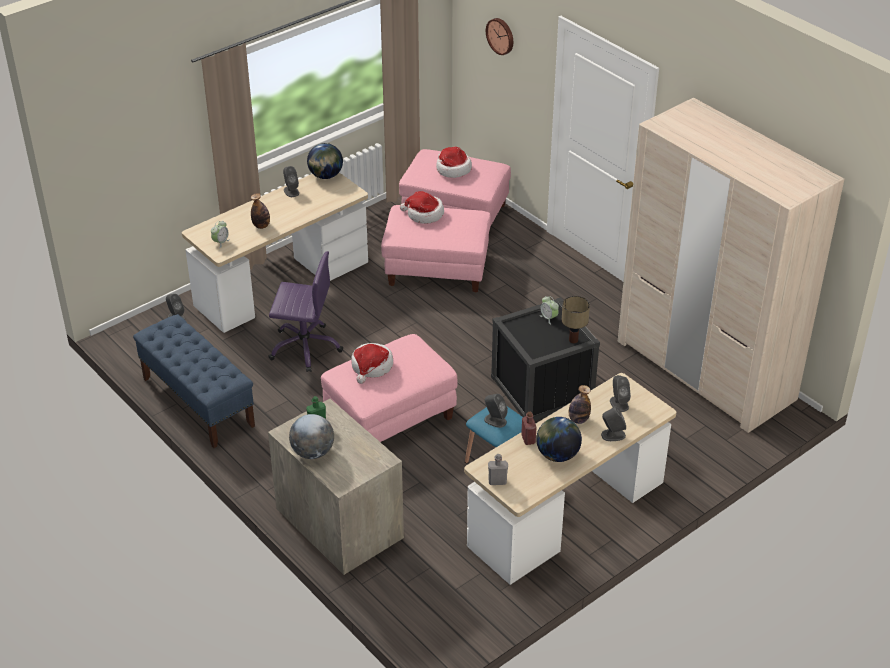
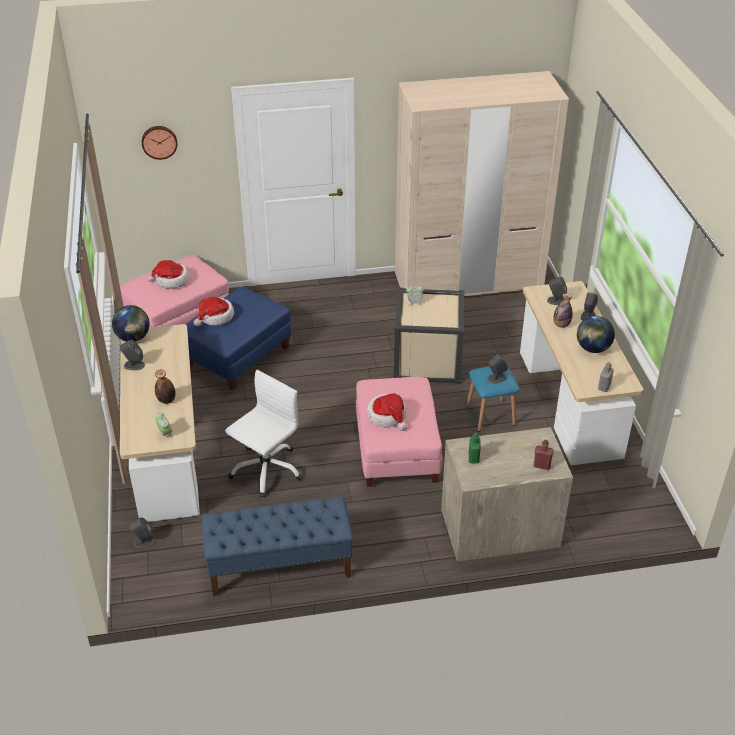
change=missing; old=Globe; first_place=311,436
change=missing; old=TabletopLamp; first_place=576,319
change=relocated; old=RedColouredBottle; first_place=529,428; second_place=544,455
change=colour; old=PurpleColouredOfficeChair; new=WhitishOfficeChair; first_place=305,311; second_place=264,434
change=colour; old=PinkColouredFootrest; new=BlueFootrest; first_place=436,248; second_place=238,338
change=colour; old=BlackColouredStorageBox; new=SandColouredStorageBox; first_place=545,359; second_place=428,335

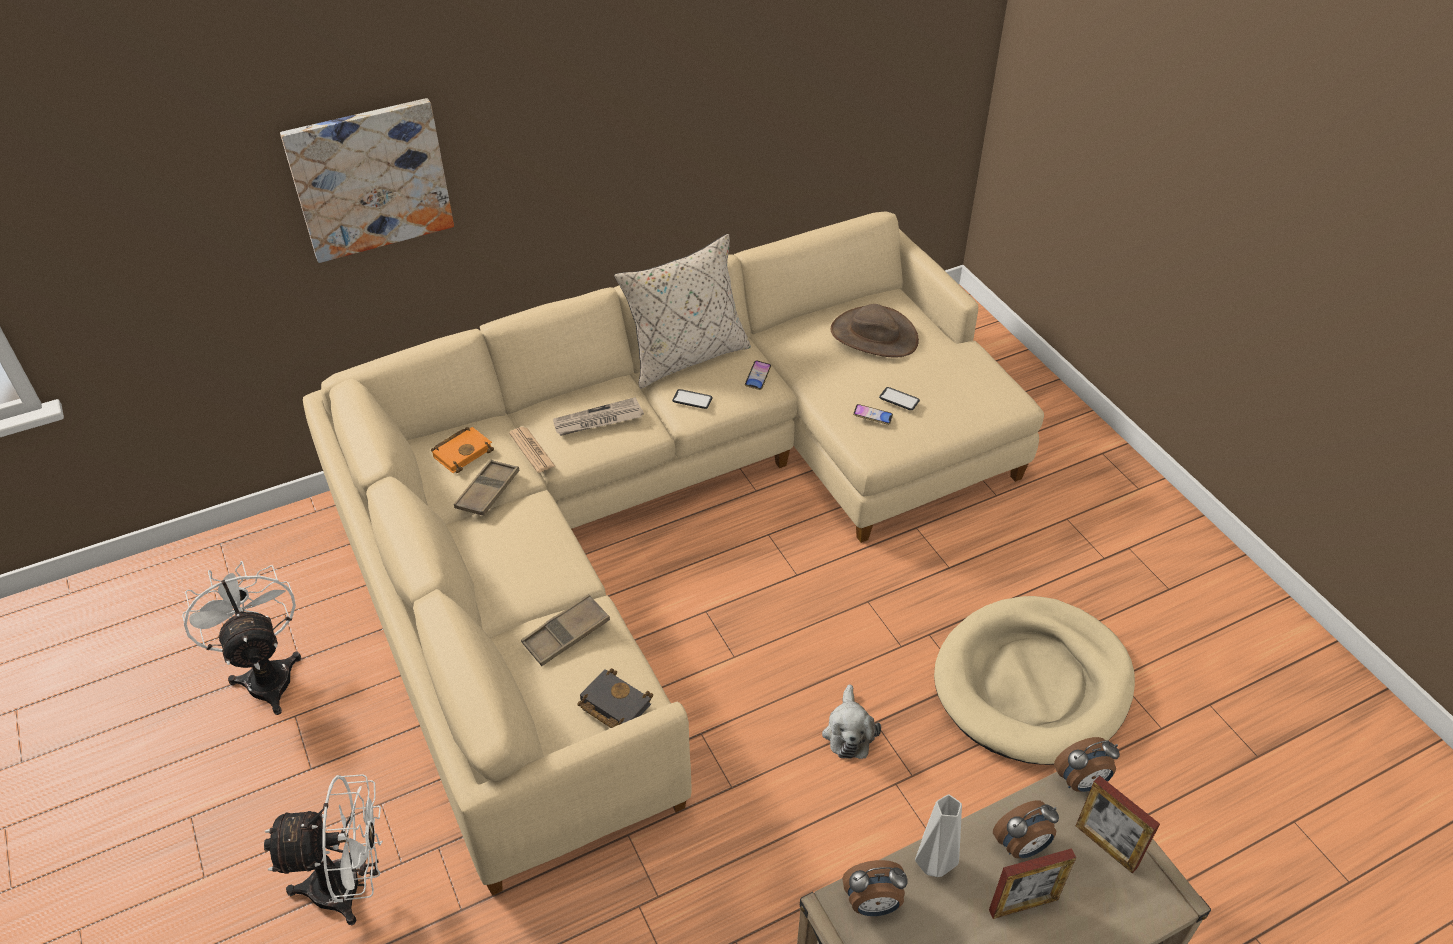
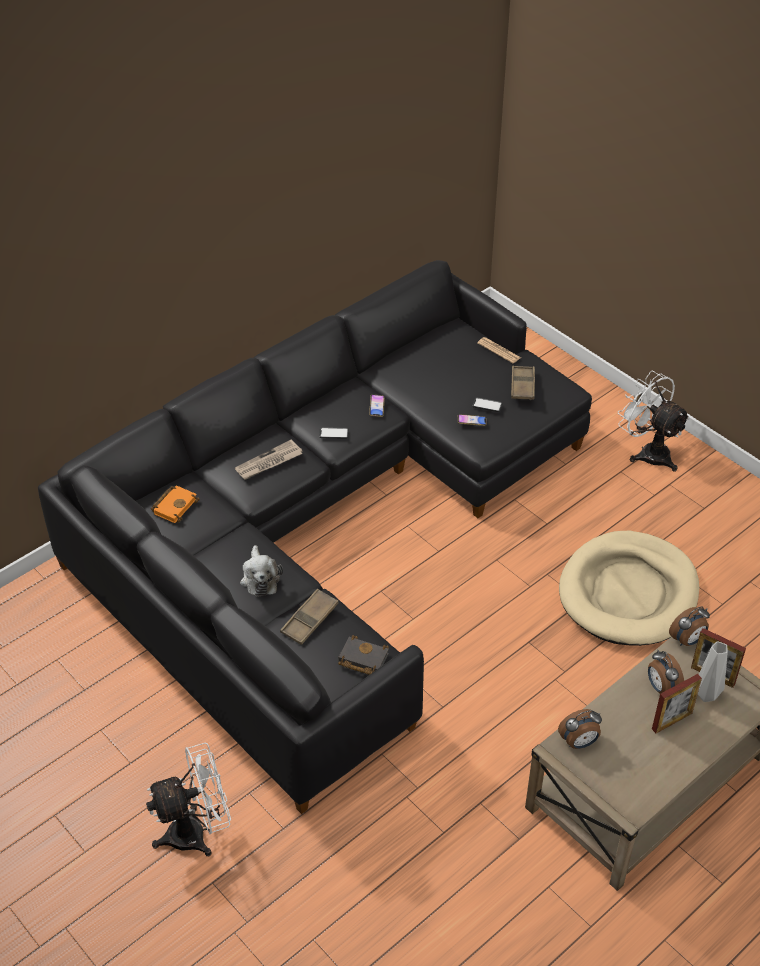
change=missing; old=Picture; first_place=367,180
change=missing; old=SandColouredPillow; first_place=682,311
change=missing; old=BrownColouredWearableHat; first_place=875,331
change=relocated; old=WhitishCoolingFan; first_place=241,638; second_place=654,421
change=relocated; old=BrownColouredServingTray; first_place=487,488; second_place=523,383
change=relocated; old=DailyPaper; first_place=532,450; second_place=499,350
change=relocated; old=CuddlyToy; first_place=851,721; second_place=261,571
change=relocated; old=GreyishFlowerVase; first_place=938,835; second_place=712,671
change=colour; old=SandColouredSofa; new=BlackColouredSofa; first_place=673,554; second_place=315,537
change=spun; old=TableClock; first_place=1026,829; second_place=666,672; degrees=105

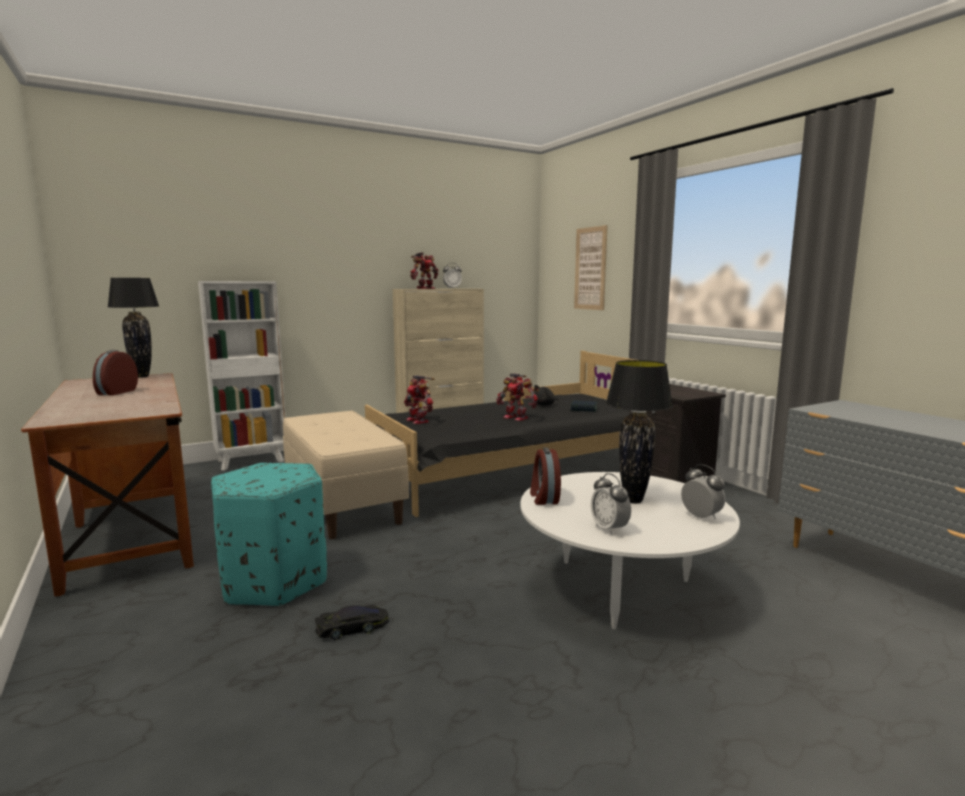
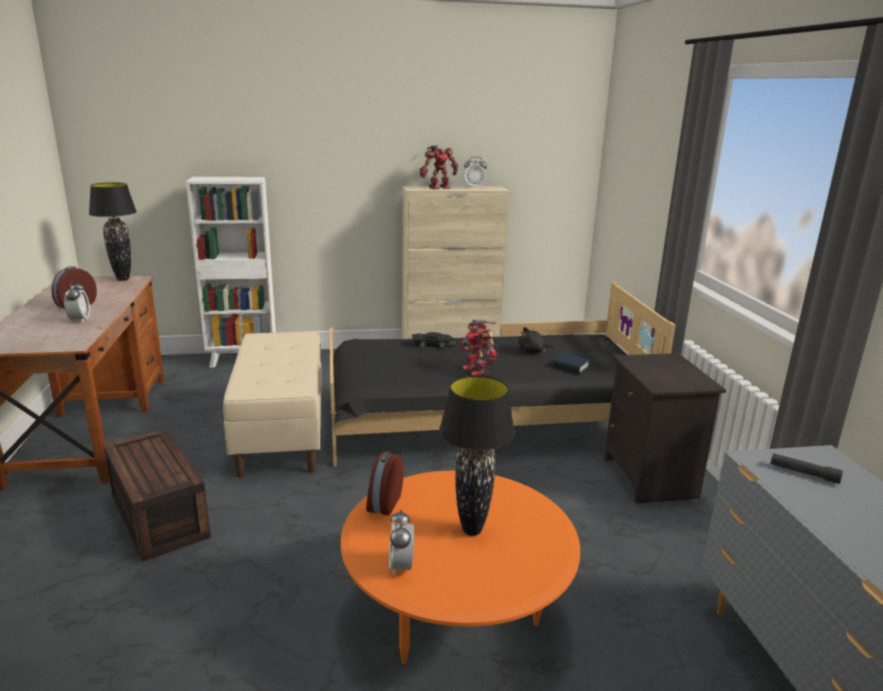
change=missing; old=ModelRobot; first_place=419,399
change=missing; old=Picture; first_place=590,267
change=appeared; new=BlackColouredFlashlight; second_place=807,468
change=relocated; old=BlackColouredToyCar; first_place=352,622; second_place=434,340
change=relocated; old=TableClock; first_place=703,492; second_place=77,301
change=exchanged; old=BlueGreenFootrest; new=BrownColouredStorageBox; first_place=269,535; second_place=157,495
change=colour; old=WhitishLowTable; new=OrangeLowTable; first_place=630,550; second_place=460,567

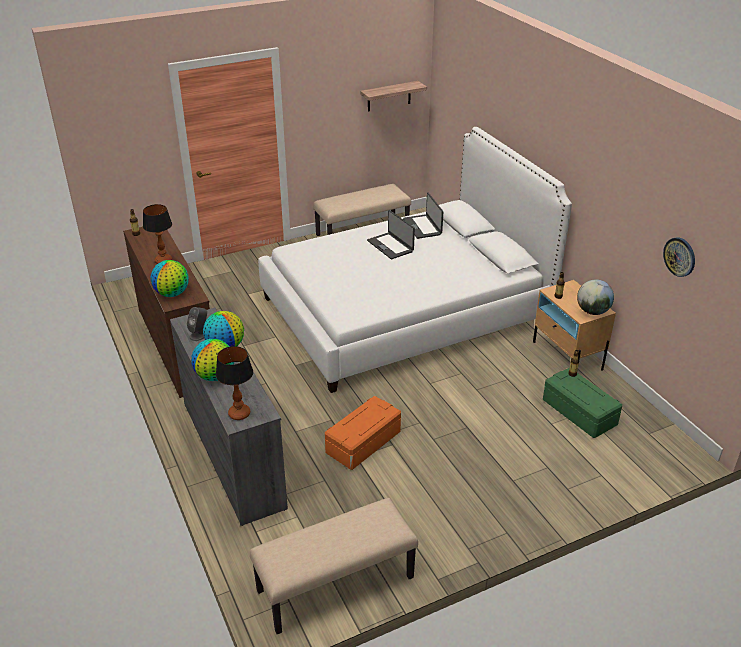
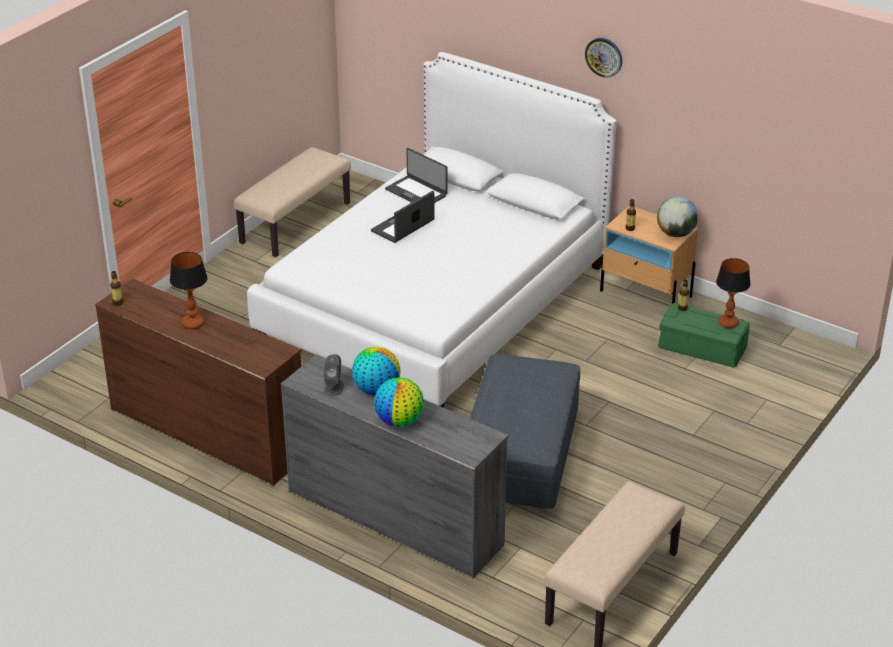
change=missing; old=Globe; first_place=170,278
change=missing; old=Shelf; first_place=393,96
change=relocated; old=TabletopLamp; first_place=234,383; second_place=733,293
change=relocated; old=WallClock; first_place=679,257; second_place=603,58
change=exchanged; old=OrangeStorageBox; new=GreyishFootrest; first_place=363,433; second_place=525,431
change=spun; old=NotebookComputer; first_place=391,234; second_place=402,217; degrees=105

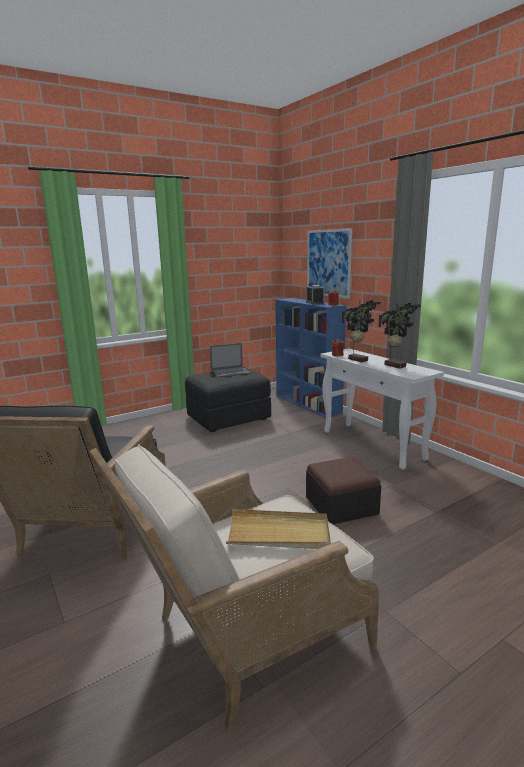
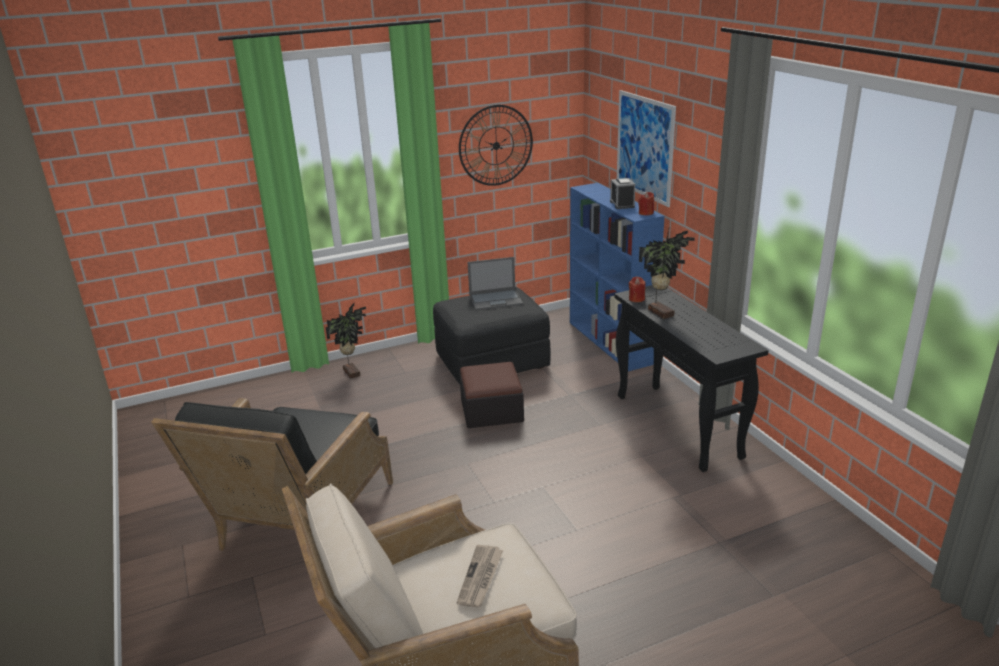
change=appeared; new=WallClock; second_place=496,145
change=relocated; old=Footrest; first_place=343,490; second_place=491,395
change=relocated; old=PottedPlant; first_place=399,335; second_place=346,341
change=exchanged; old=SandColouredServingTray; new=DailyPaper; first_place=278,529; second_place=480,576
change=colour; old=WhitishHallTable; new=BlackColouredHallTable; first_place=382,409; second_place=691,378

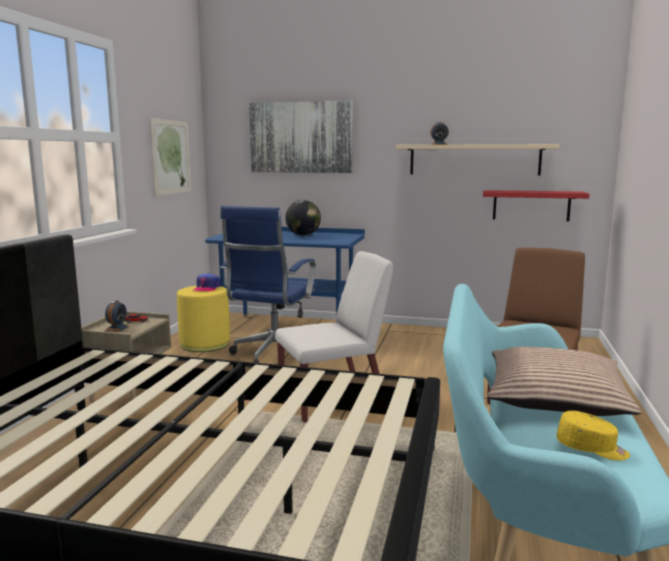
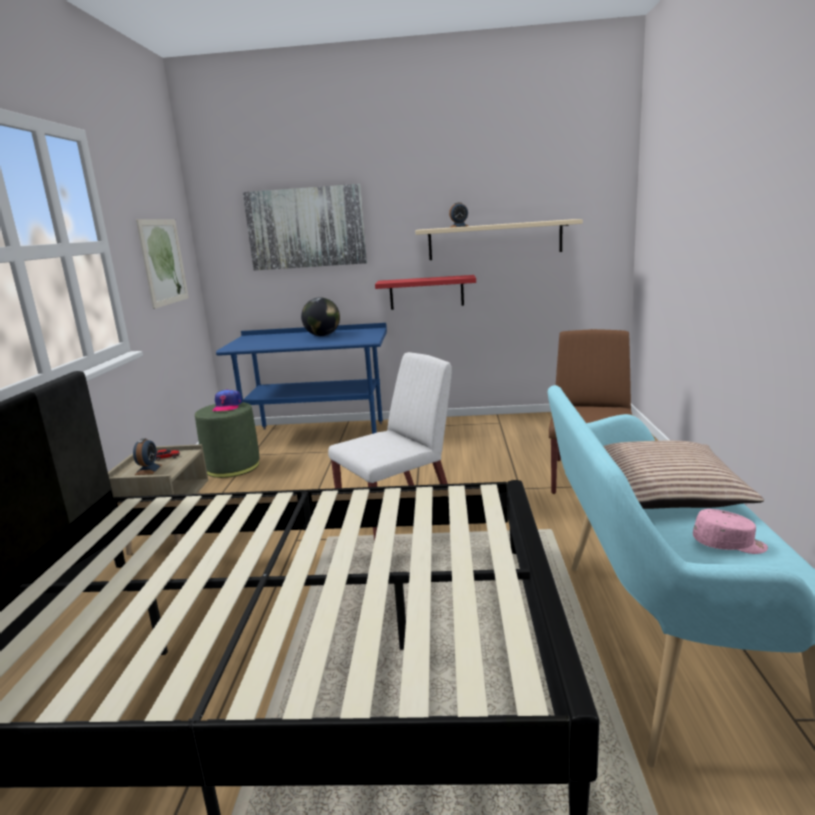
change=missing; old=BlueOfficeChair; first_place=269,285
change=relocated; old=RedColouredShelf; first_place=536,205; second_place=425,292
change=colour; old=YellowFootrest; new=GreenishFootrest; first_place=203,319; second_place=227,440
change=colour; old=YellowCap; new=PinkColouredCap; first_place=593,435; second_place=730,531

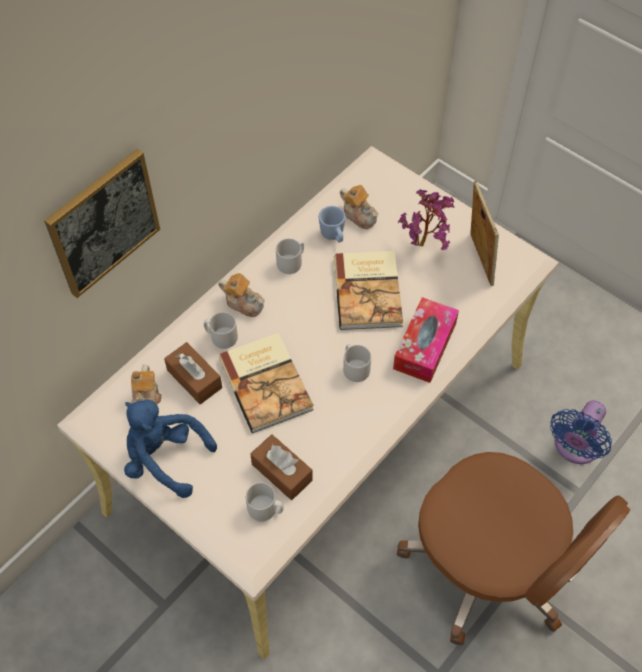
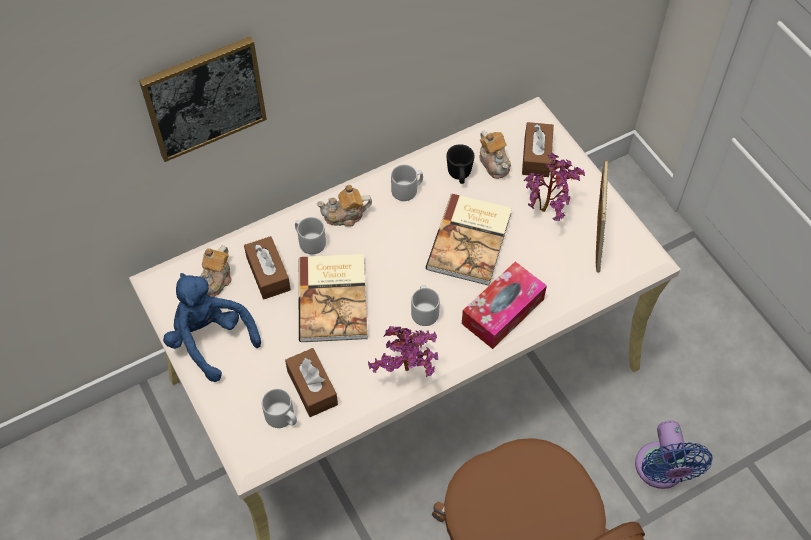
change=appeared; new=PottedPlant; second_place=403,351
change=appeared; new=BrownColouredBoxOfTissues; second_place=538,149
change=colour; old=BlueCoffeeMug; new=BlackColouredCoffeeMug; first_place=332,224; second_place=460,164
change=spun; old=TeaPot; first_place=241,295; second_place=344,206; degrees=120
change=spun; old=BlueCoolingFan; first_place=581,432; second_place=673,455; degrees=-60

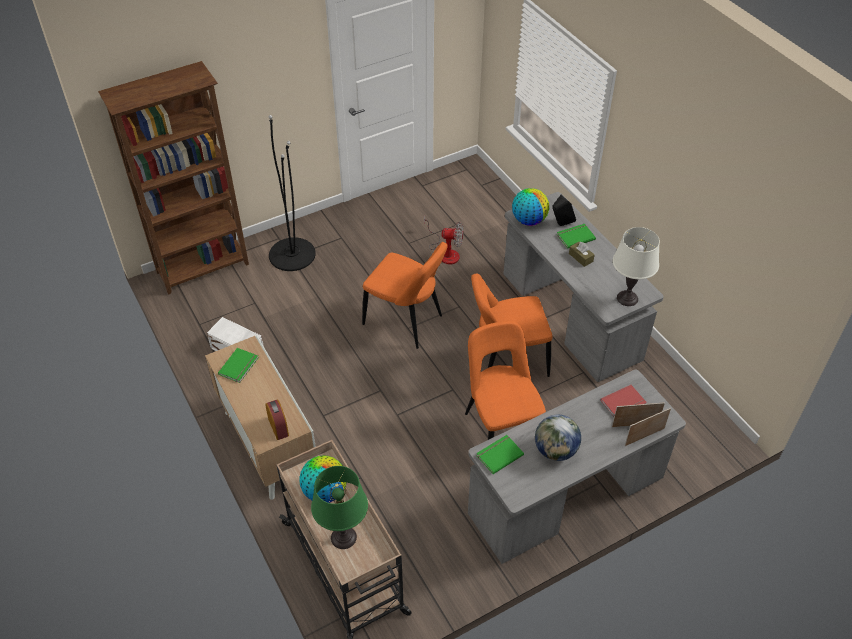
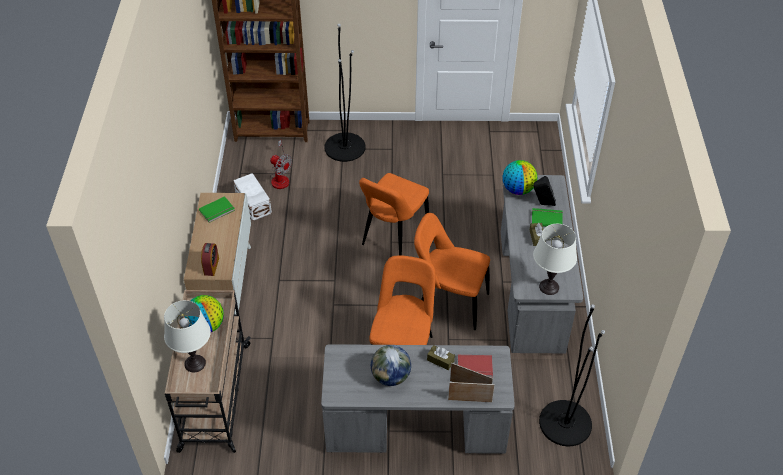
change=missing; old=GreenishBoundBook; first_place=500,454
change=appeared; new=BrownColouredBoxOfTissues; second_place=441,357
change=appeared; new=BlackColouredStandardLamp; second_place=572,375
change=relocated; old=CoolingFan; first_place=443,240; second_place=281,164
change=colour; old=GreenishTabletopLamp; new=WhitishTabletopLamp; first_place=339,507; second_place=187,336
change=spun; old=OrangeUprightChair; first_place=405,295; second_place=394,214; degrees=60

